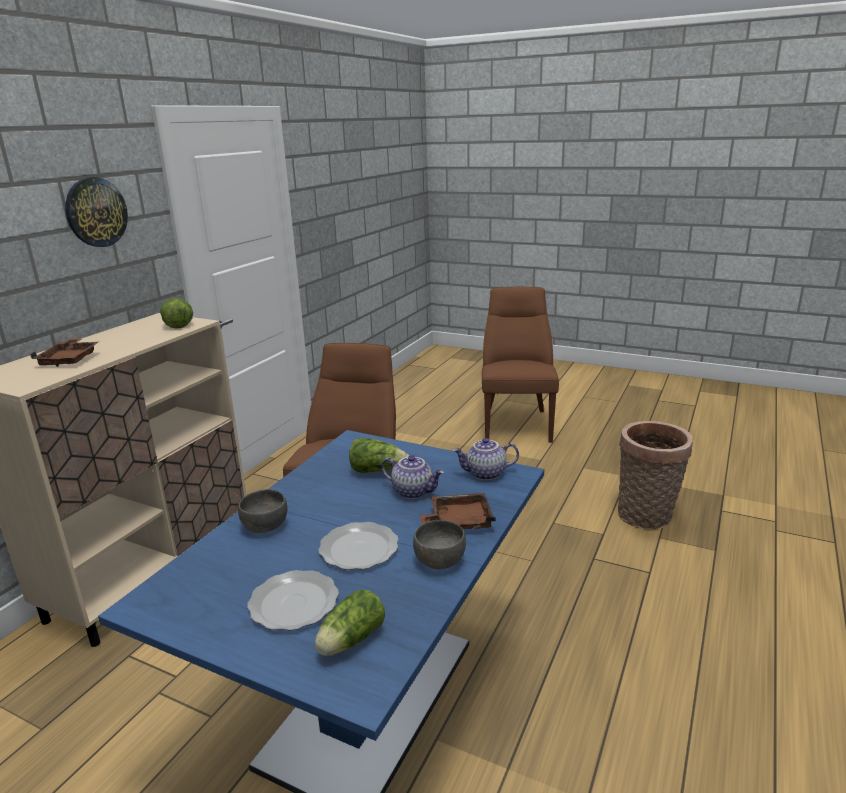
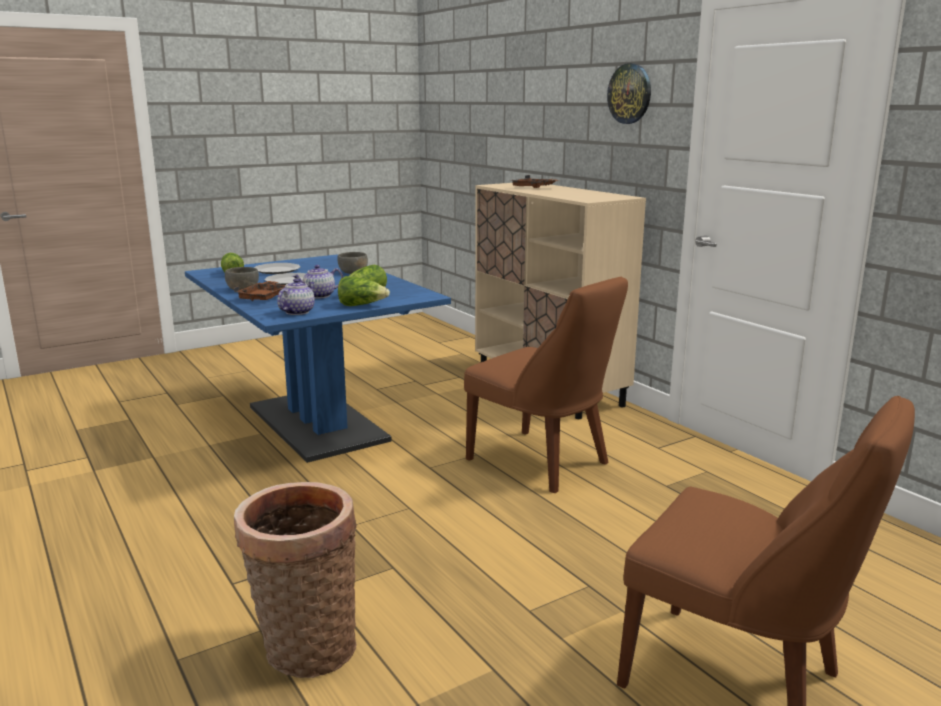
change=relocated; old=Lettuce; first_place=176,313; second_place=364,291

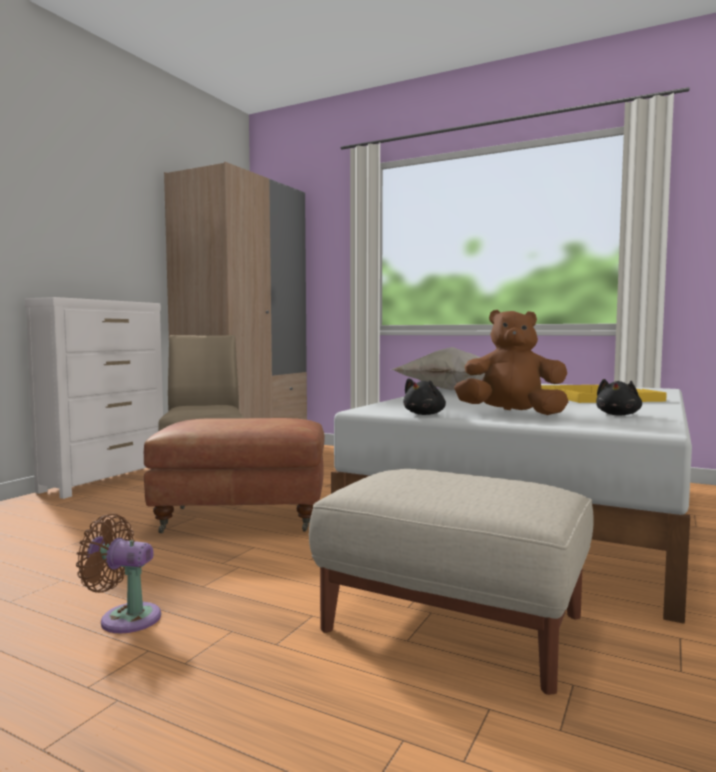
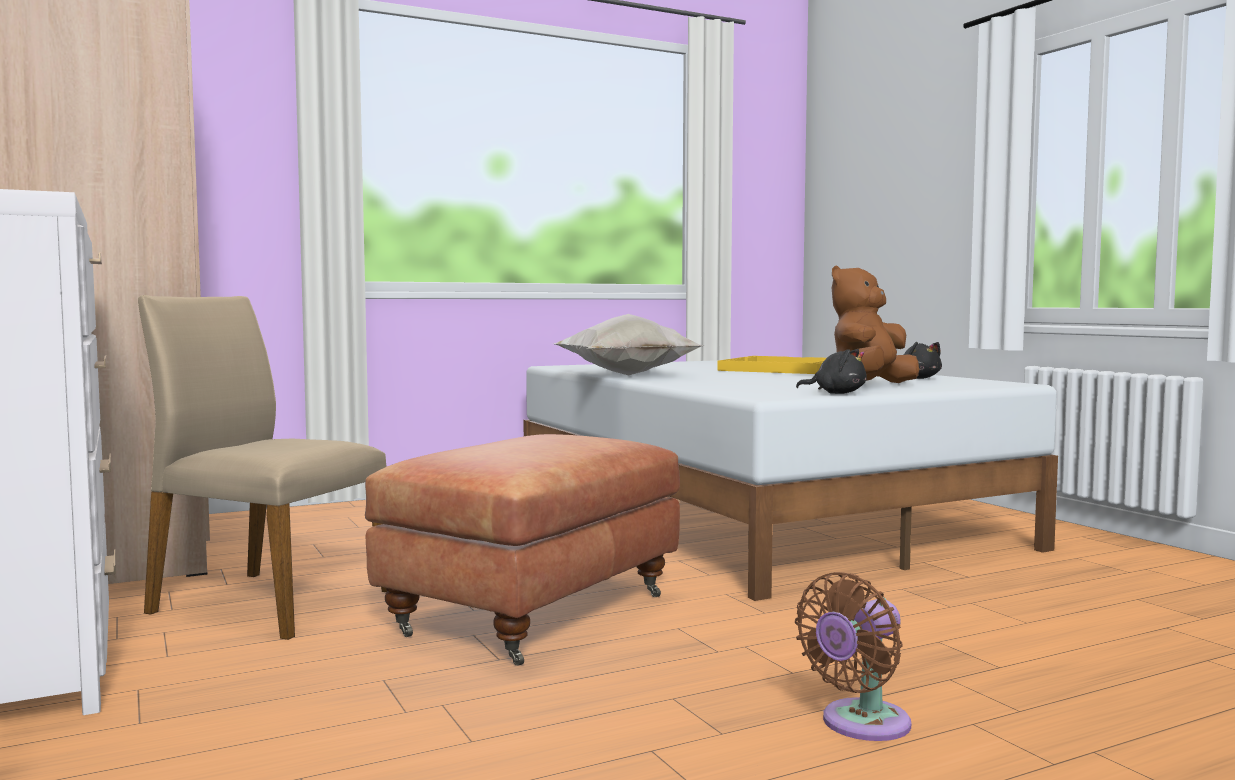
change=missing; old=SandColouredFootrest; first_place=451,582
change=spun; old=BlackColouredCuddlyToy; first_place=424,396; second_place=831,371; degrees=-45

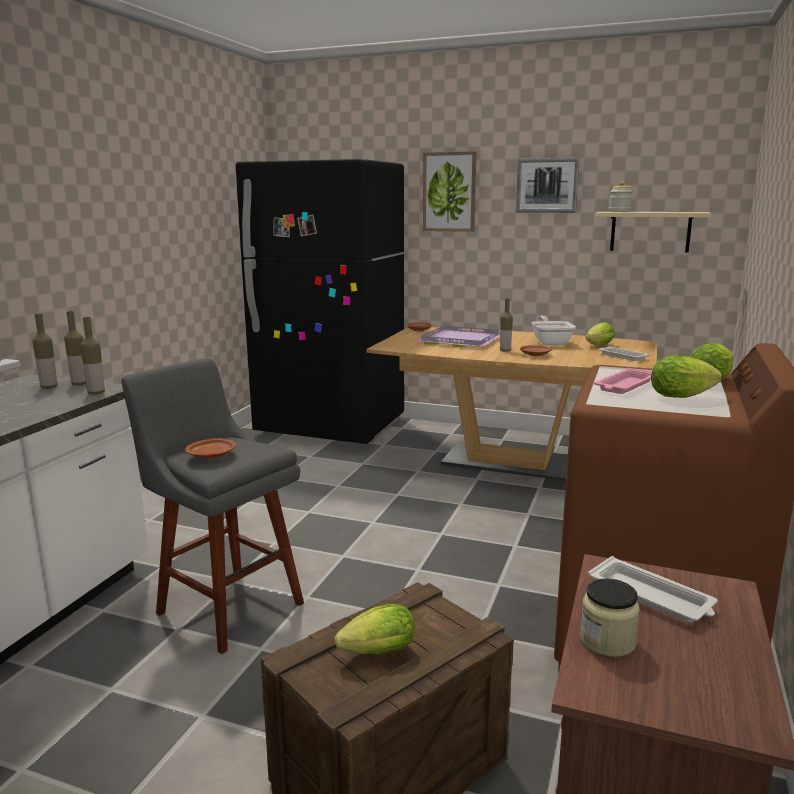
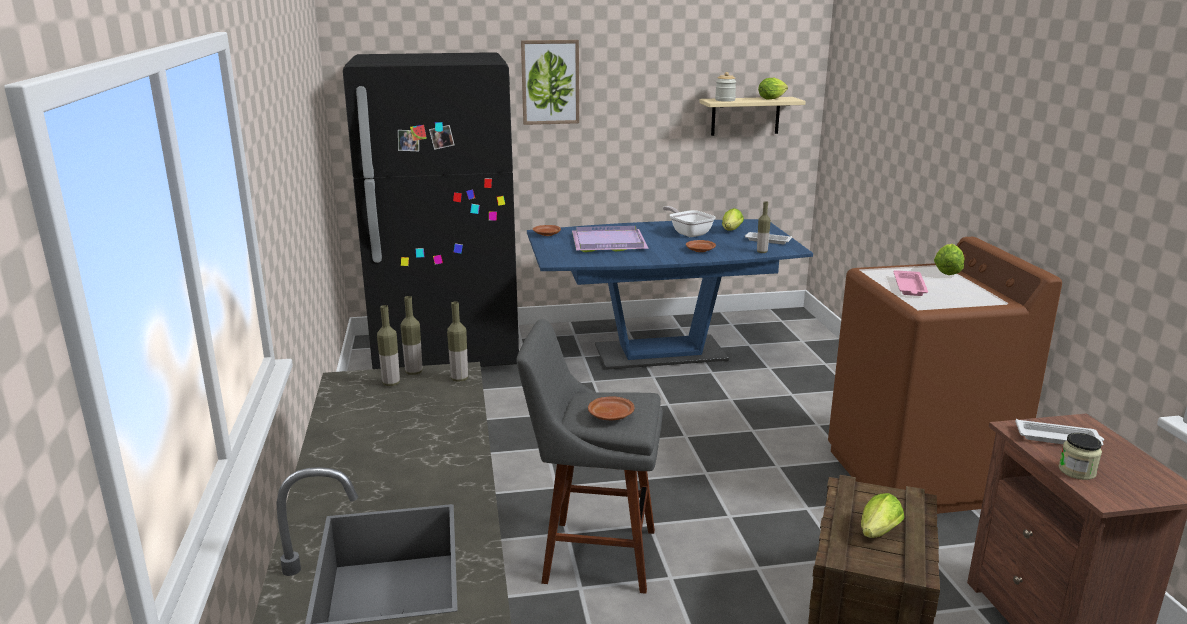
change=missing; old=Picture; first_place=548,185
change=relocated; old=Bottle; first_place=506,325; second_place=764,227
change=relocated; old=Lettuce; first_place=686,377; second_place=773,89
change=colour; old=BrownColouredDiningTable; new=BlueDiningTable; first_place=512,404; second_place=670,294

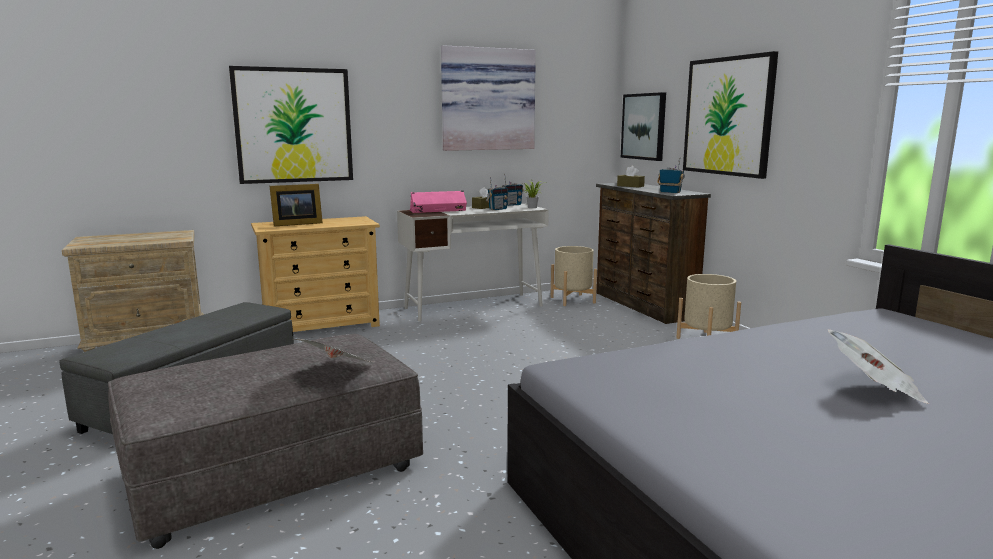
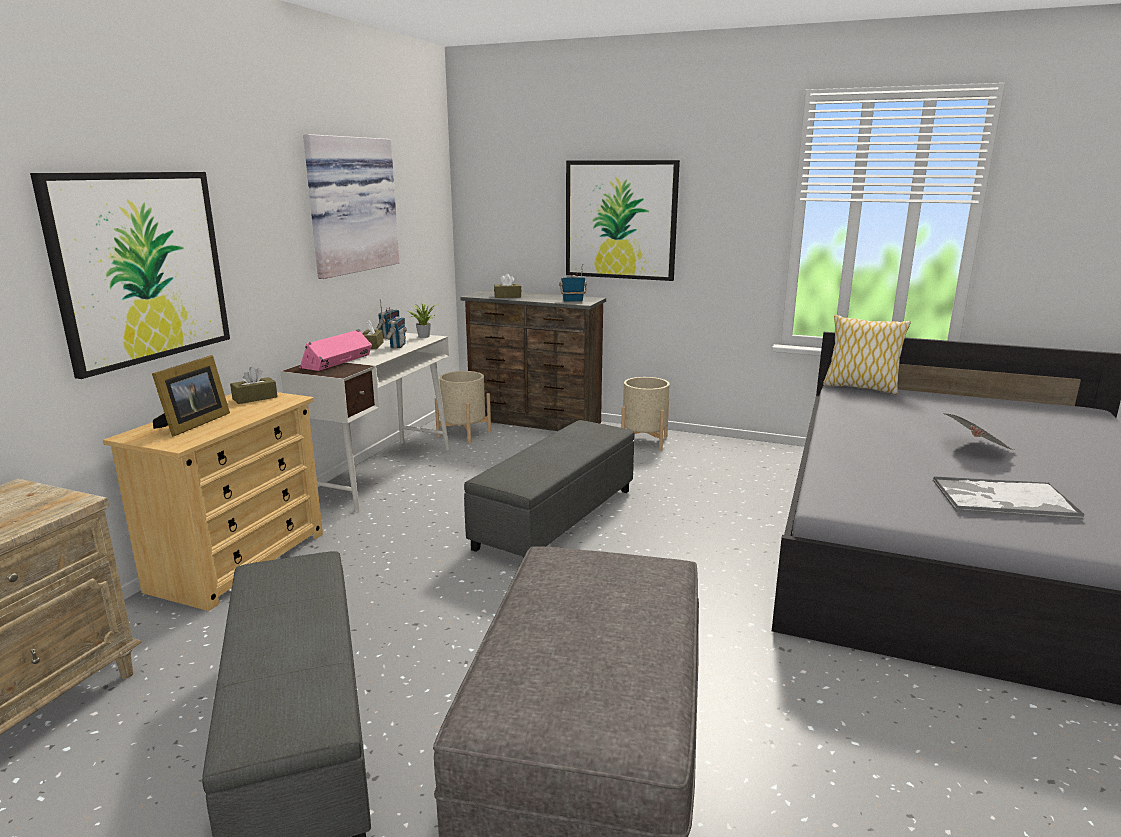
change=missing; old=DailyPaper; first_place=333,350
change=missing; old=Picture; first_place=643,126
change=appeared; new=BrownColouredBoxOfTissues; second_place=254,385
change=appeared; new=GreyishFootrest; second_place=549,489
change=appeared; new=Pillow; second_place=867,355
change=appeared; new=ServingTray; second_place=1008,498

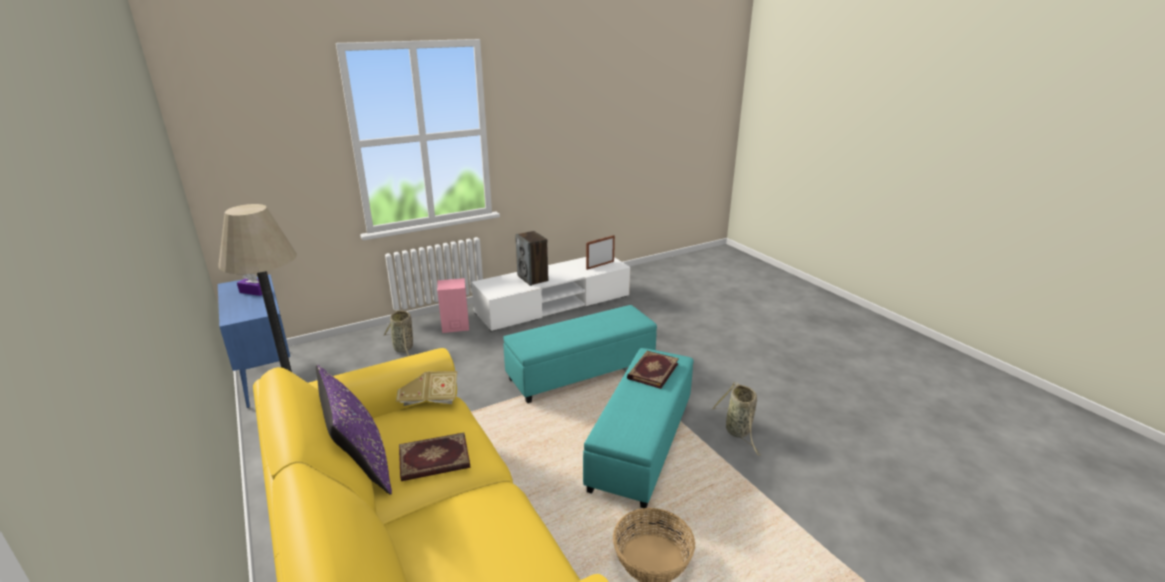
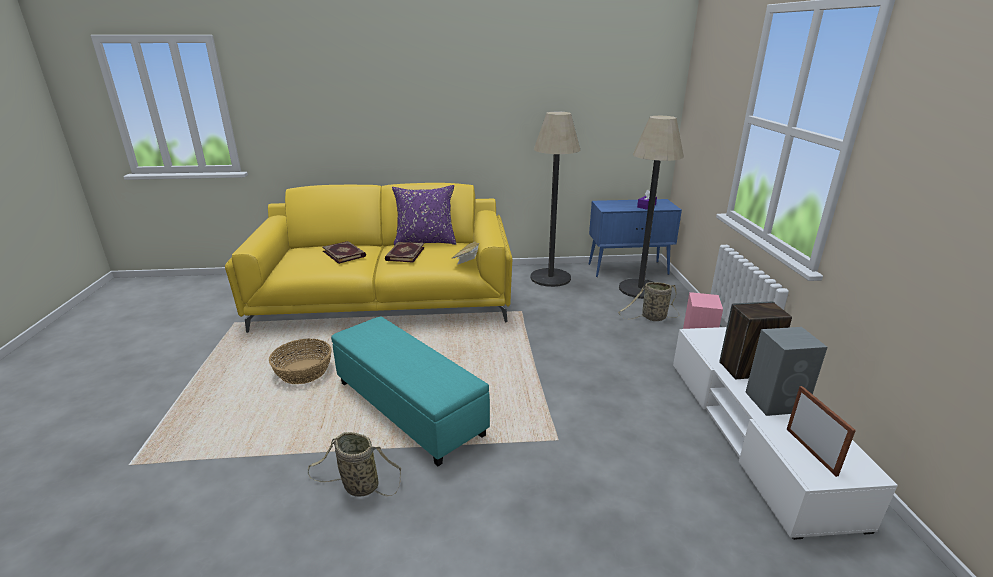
change=missing; old=BlueGreenFootrest; first_place=580,354
change=appeared; new=StandardLamp; second_place=651,207
change=appeared; new=GreyishSpeaker; second_place=786,371
change=relocated; old=BoundBook; first_place=653,370; second_place=344,252

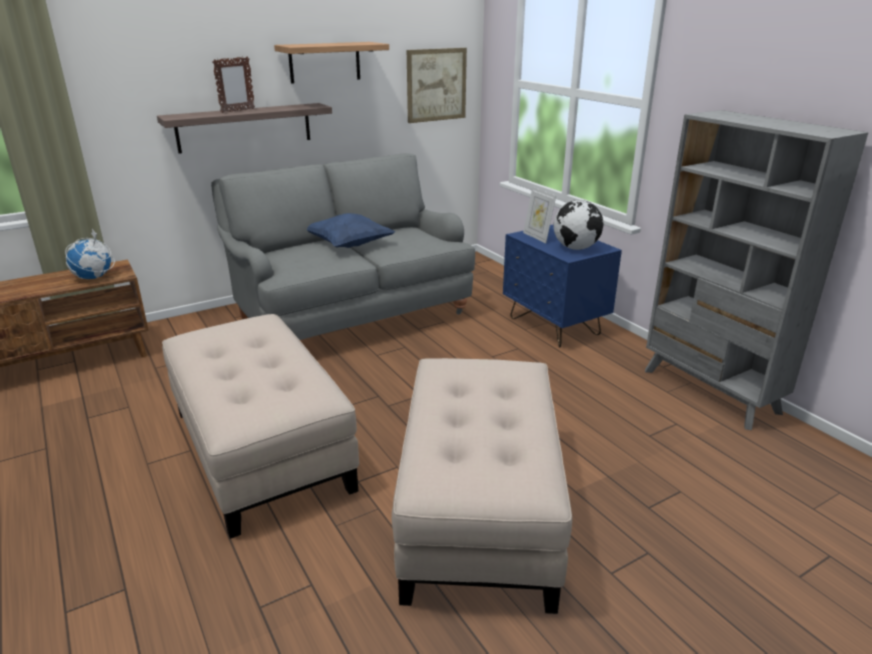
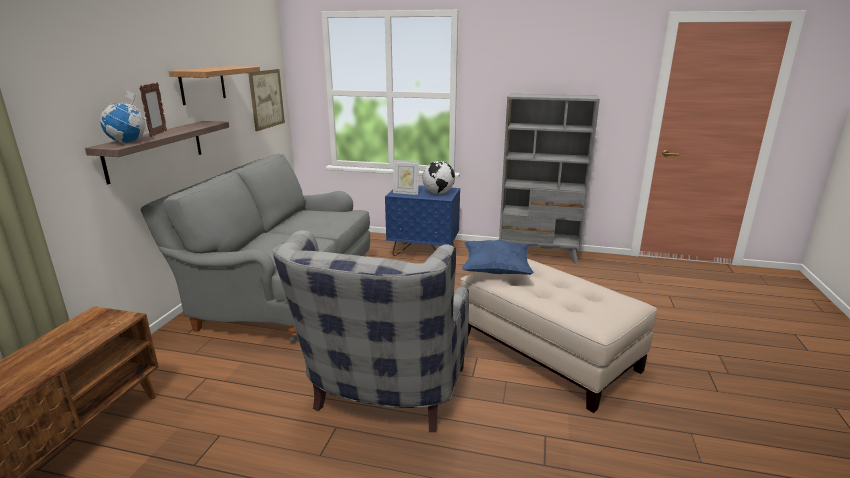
change=relocated; old=Globe; first_place=90,254; second_place=124,117
change=relocated; old=BluePillow; first_place=351,230; second_place=498,257
change=exchanged; old=SandColouredFootrest; new=GreyishArmchair; first_place=260,426; second_place=371,331

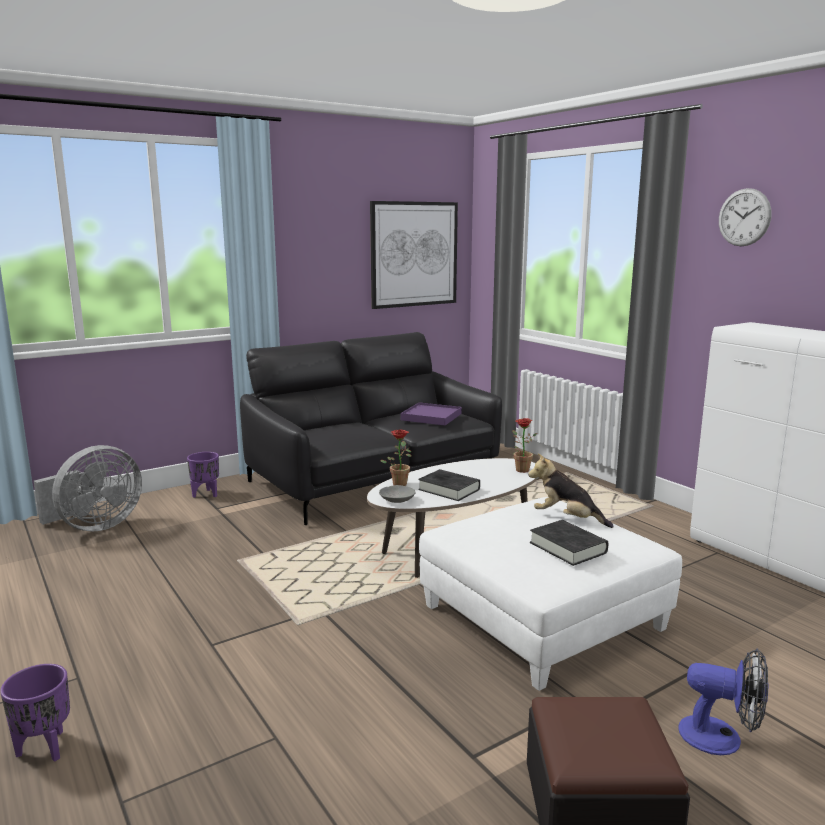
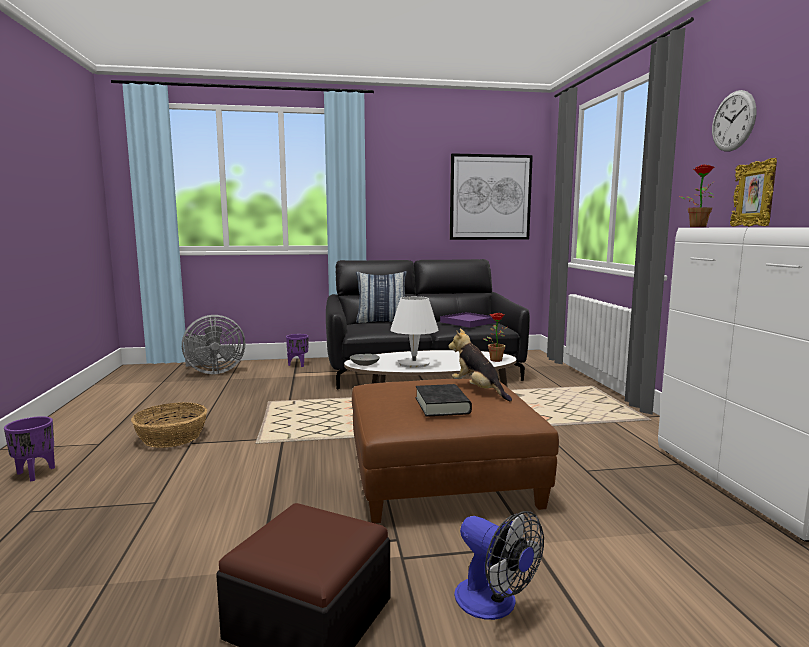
change=appeared; new=Basket; second_place=169,425
change=appeared; new=Pillow; second_place=381,297
change=appeared; new=PhotoFrame; second_place=753,192
change=relocated; old=PottedPlant; first_place=396,457; second_place=697,195
change=exchanged; old=BlackColouredBoundBook; new=WhitishTabletopLamp; first_place=449,485; second_place=414,332
change=colour; old=WhitishFootrest; new=BrownColouredFootrest; first_place=550,594; second_place=455,451

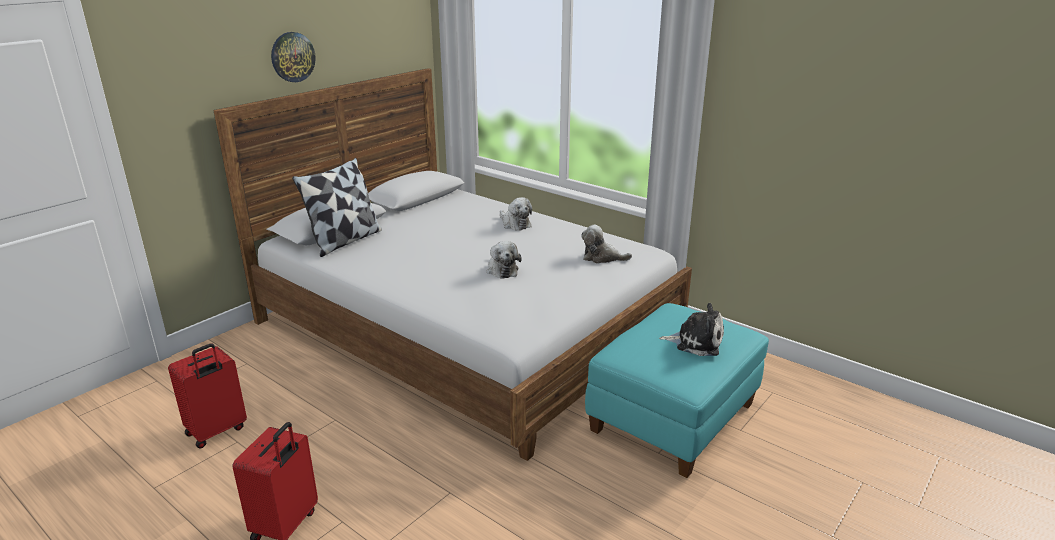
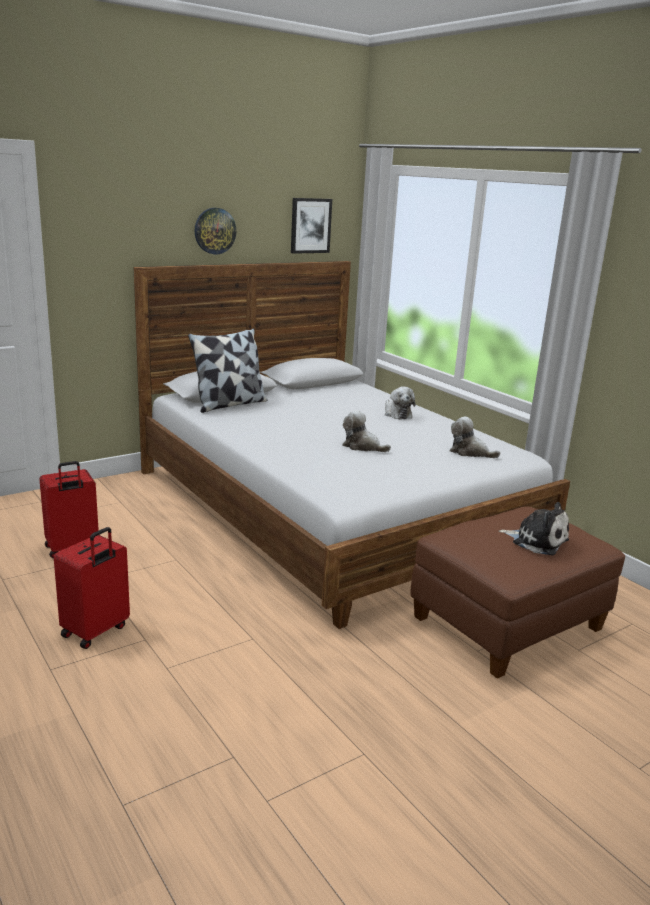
change=appeared; new=Picture; second_place=311,226
change=colour; old=BlueGreenFootrest; new=BrownColouredFootrest; first_place=677,390; second_place=518,592
change=spun; old=CuddlyToy; first_place=504,260; second_place=366,431; degrees=120

